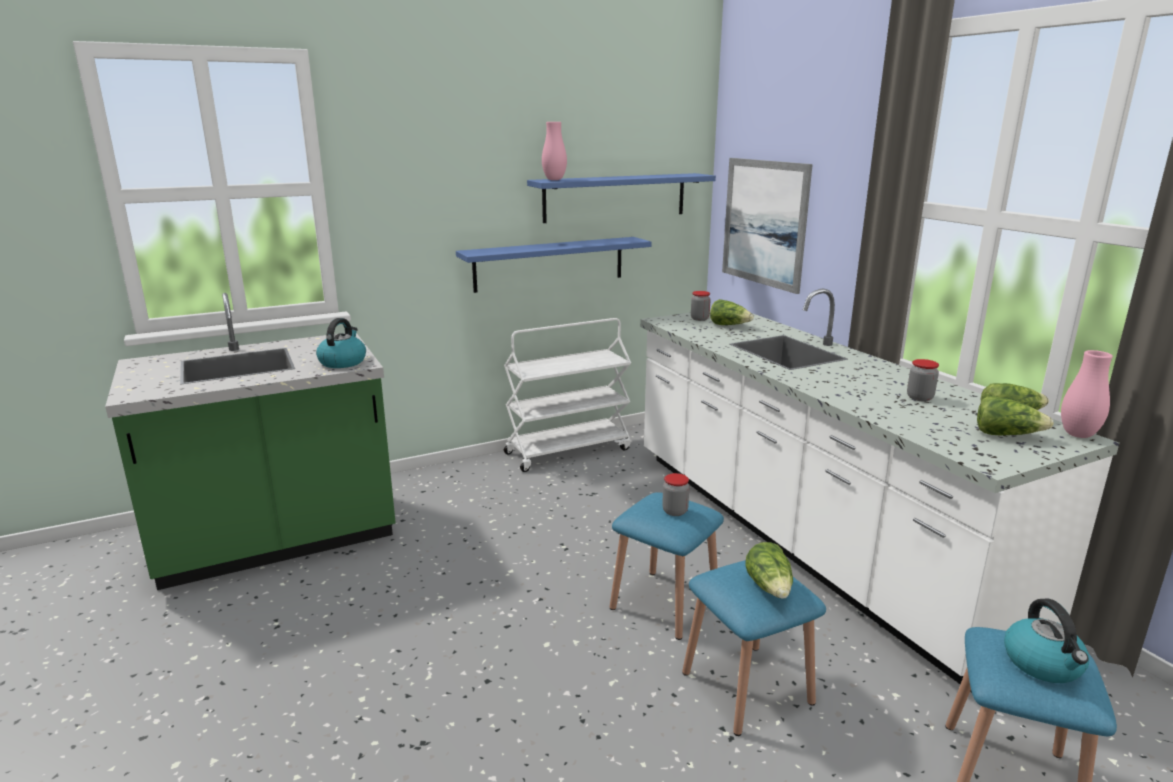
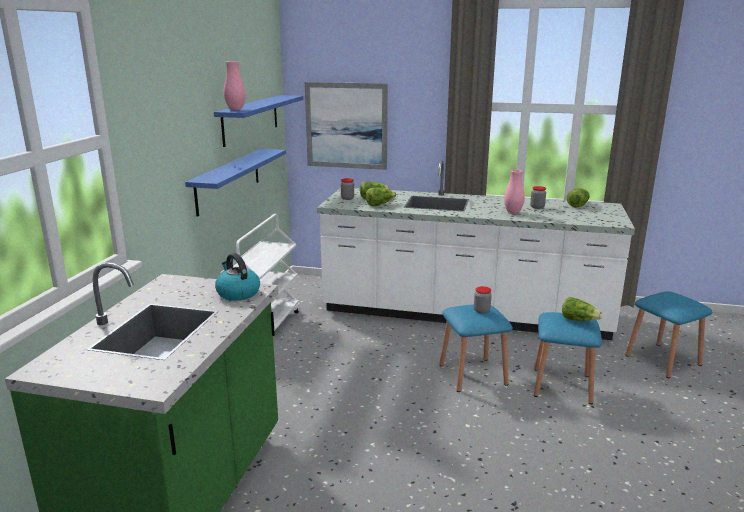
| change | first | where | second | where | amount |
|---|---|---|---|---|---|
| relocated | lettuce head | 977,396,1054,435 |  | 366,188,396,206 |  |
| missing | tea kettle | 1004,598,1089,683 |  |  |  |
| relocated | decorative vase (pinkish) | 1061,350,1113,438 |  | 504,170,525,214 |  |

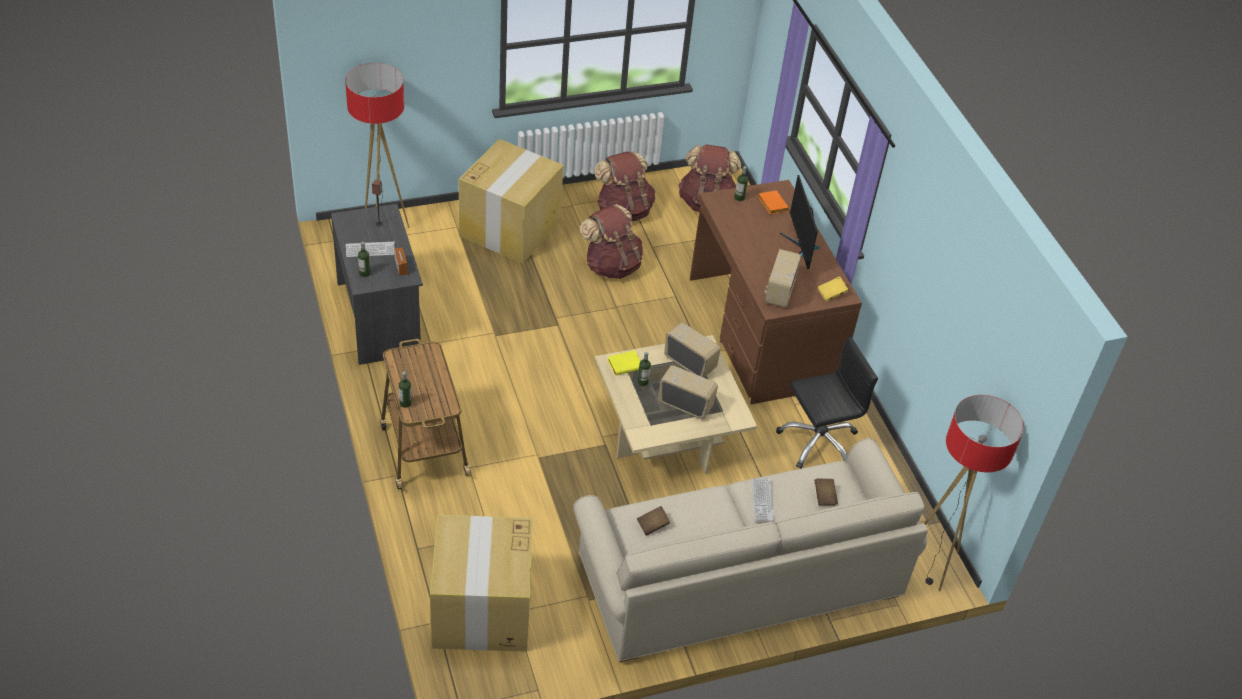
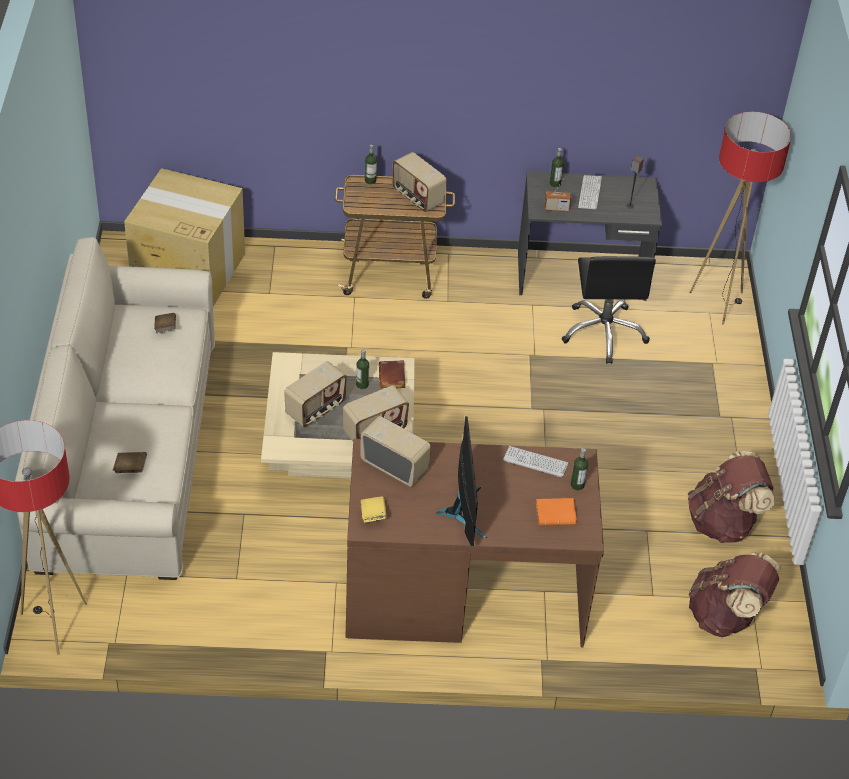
| change | first | where | second | where | amount |
|---|---|---|---|---|---|
| missing | packing box | 459,139,564,264 |  |  |  |
| missing | backpack (brown-coloured) | 580,204,643,279 |  |  |  |
| colour | book (yellow-coloured) | 608,350,640,376 | book (brown-coloured) | 379,360,405,389 |  |
| relocated | computer keyboard | 752,478,774,521 |  | 503,446,568,477 |  |
| relocated | office chair (black-coloured) | 776,336,878,469 |  | 561,256,656,364 |  |
| spun | monitor | 780,175,819,269 |  | 436,416,487,546 | 75 degrees clockwise |
| appeared |  |  | radio receiver | 392,152,447,212 |  |

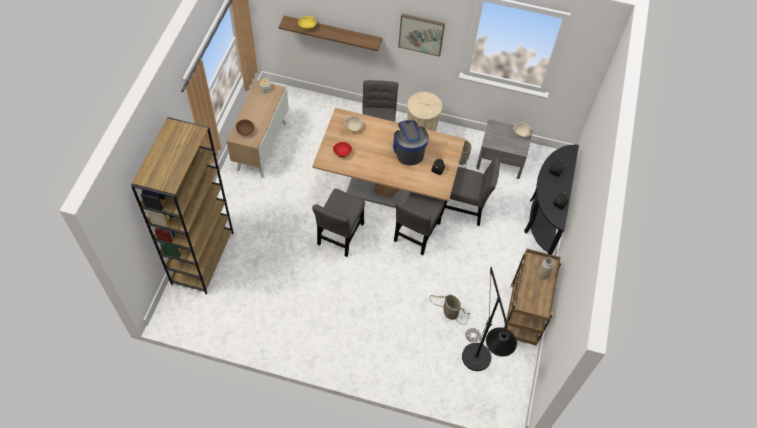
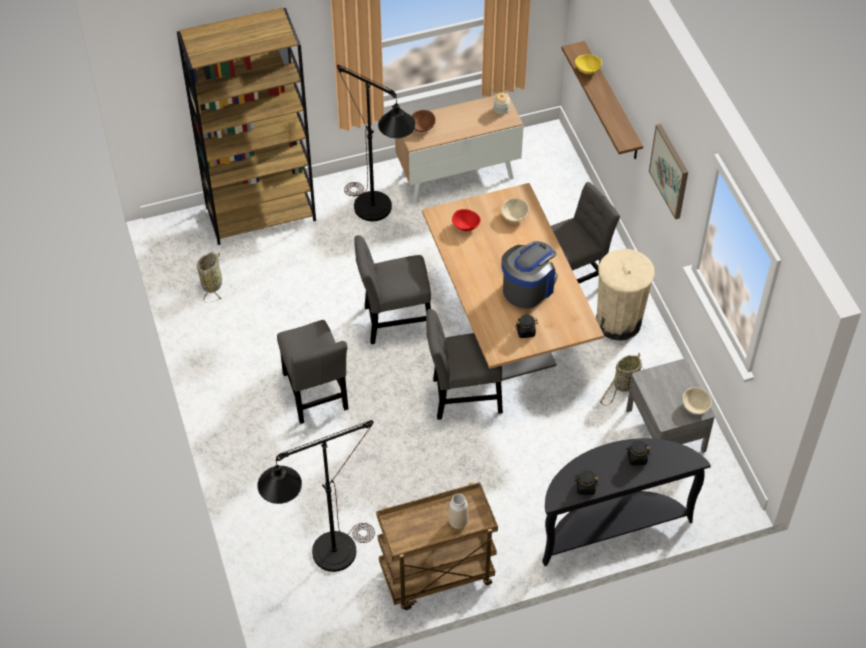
| change | first | where | second | where | amount |
|---|---|---|---|---|---|
| relocated | household basket | 430,294,470,325 |  | 197,252,222,303 |  |
| relocated | chair (greyish) | 442,157,500,226 |  | 277,320,348,424 |  |
| appeared |  |  | standard lamp (black-coloured) | 337,65,416,221 |  |

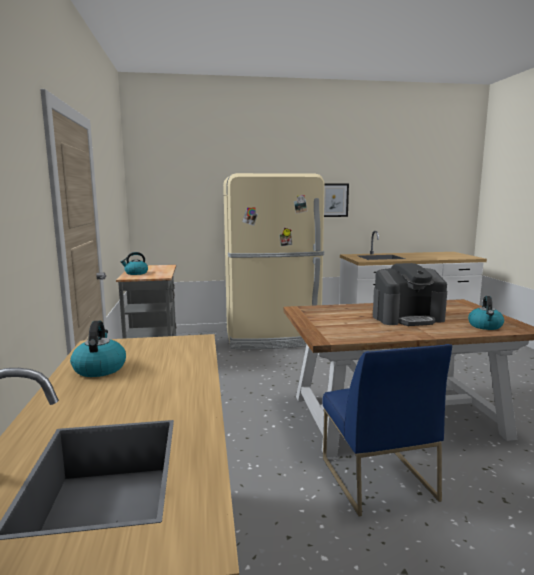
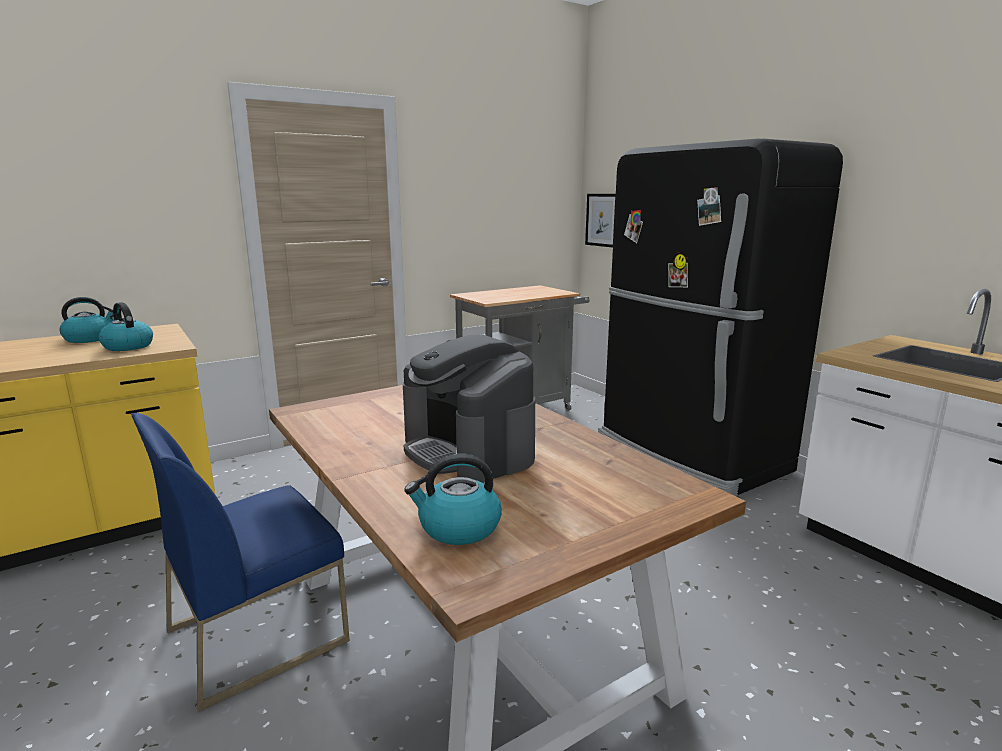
| change | first | where | second | where | amount |
|---|---|---|---|---|---|
| relocated | tea kettle | 121,252,148,275 |  | 99,302,153,351 |  |
| colour | fridge (sand-coloured) | 223,173,325,349 | fridge (black-coloured) | 598,139,843,496 |  |
| relocated | picture | 324,184,349,217 |  | 585,194,616,248 |  |

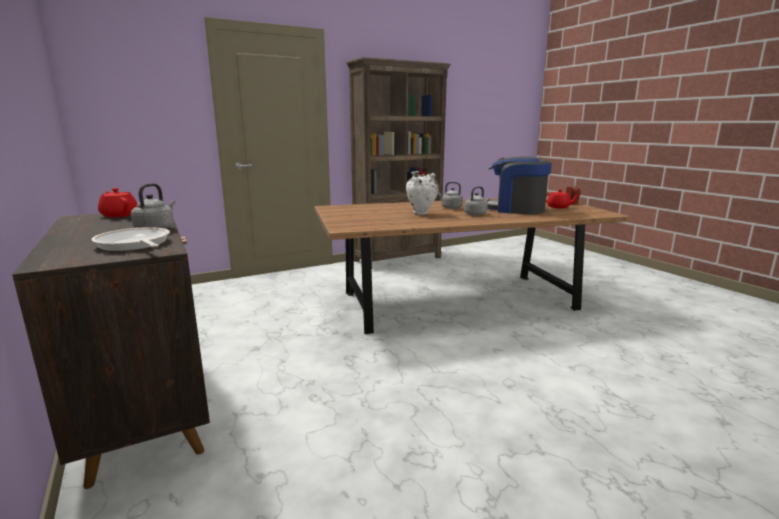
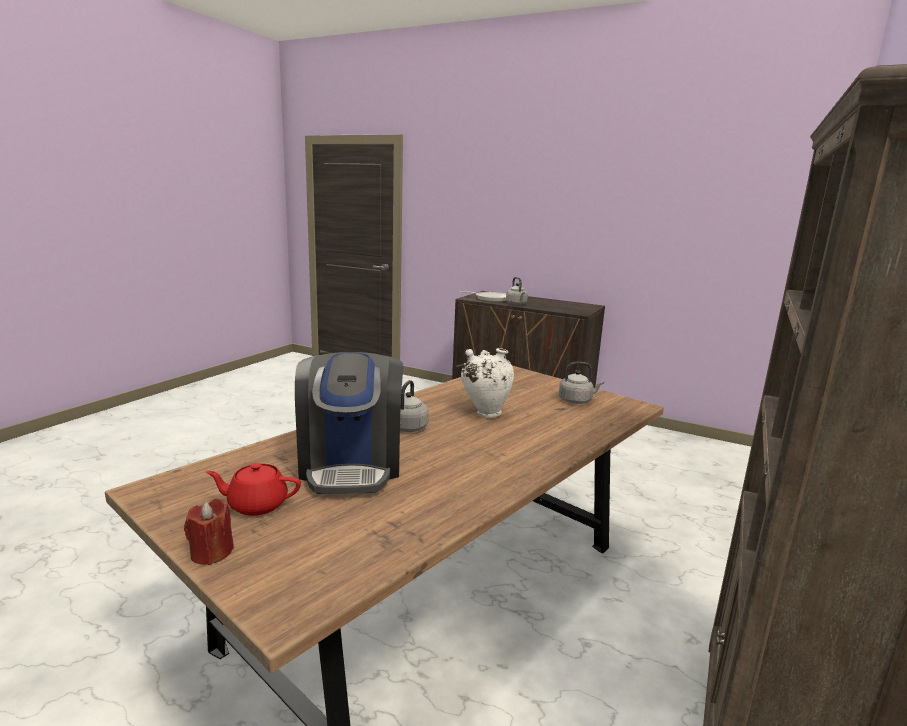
| change | first | where | second | where | amount |
|---|---|---|---|---|---|
| missing | teapot (red-coloured) | 98,188,137,217 |  |  |  |
| relocated | tea kettle (greyish) | 438,182,463,209 |  | 559,362,604,404 |  |
| spun | coffee maker | 487,157,552,214 |  | 295,352,403,494 | 90 degrees clockwise |

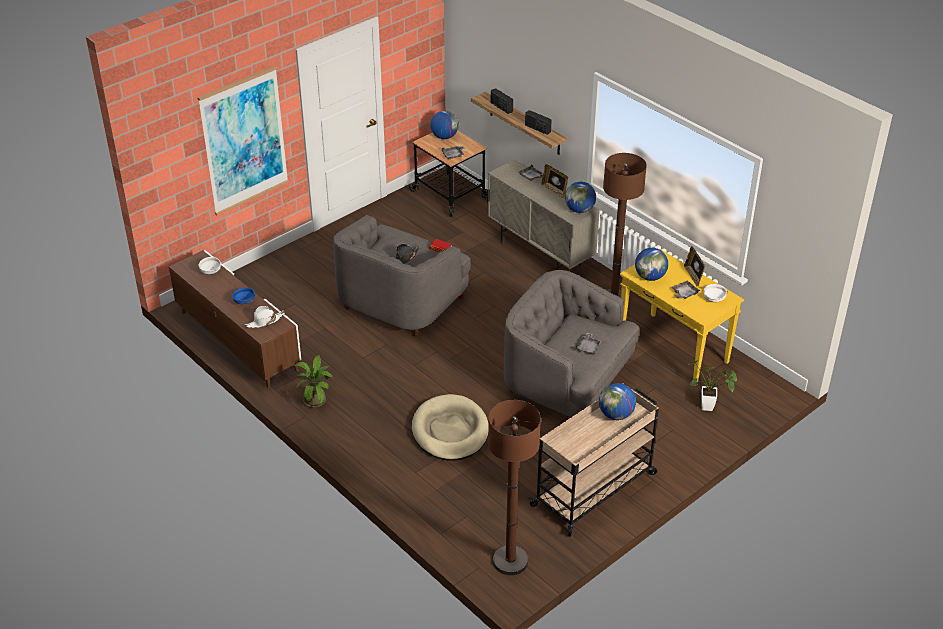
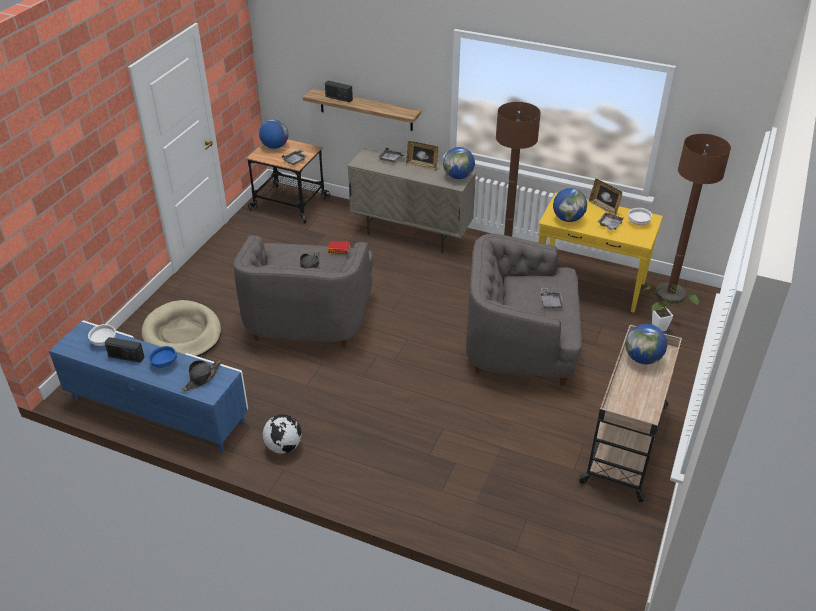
| change | first | where | second | where | amount |
|---|---|---|---|---|---|
| colour | media console (brown-coloured) | 169,250,301,388 | media console (blue) | 49,320,248,452 |  |
| missing | picture | 197,66,289,216 |  |  |  |
| colour | hat (whitish) | 244,306,285,328 | hat (black-coloured) | 181,359,222,391 |  |
| exchanged | potted plant | 294,355,333,408 | world globe | 263,414,302,454 |  |
| relocated | dog cushion (sand-coloured) | 412,394,489,461 |  | 142,300,221,357 |  |
| relocated | standard lamp (brown-coloured) | 488,400,541,575 |  | 656,134,731,304 |  |
| relocated | radio receiver | 525,110,552,135 |  | 104,337,144,363 |  |

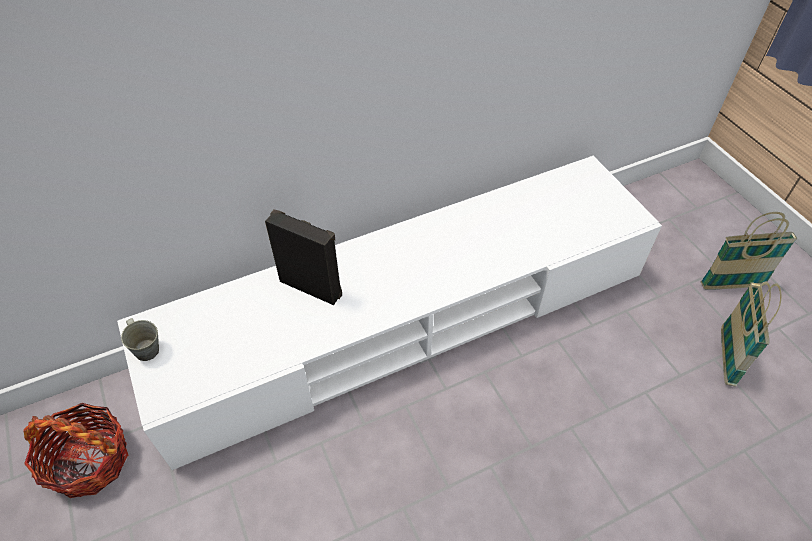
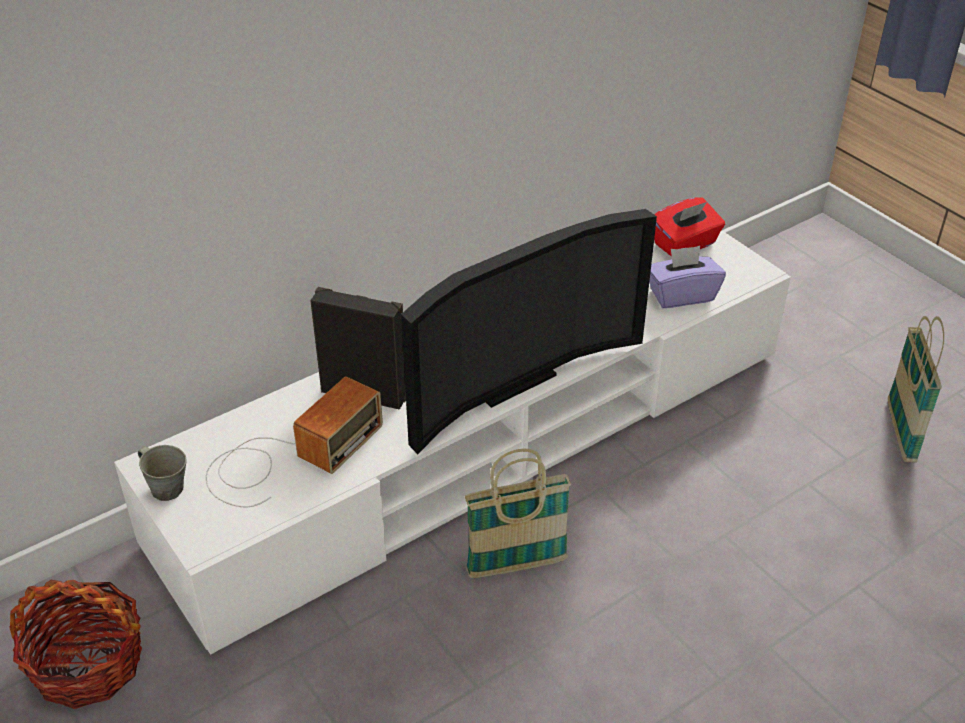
| change | first | where | second | where | amount |
|---|---|---|---|---|---|
| relocated | household basket | 701,212,797,290 |  | 465,449,571,578 |  |
| appeared |  |  | radio receiver | 206,376,383,508 |  |
| appeared |  |  | TV | 401,209,657,454 |  |
| appeared |  |  | box of tissues (purplish) | 649,246,726,308 |  |
| appeared |  |  | box of tissues (red-coloured) | 654,197,725,257 |  |

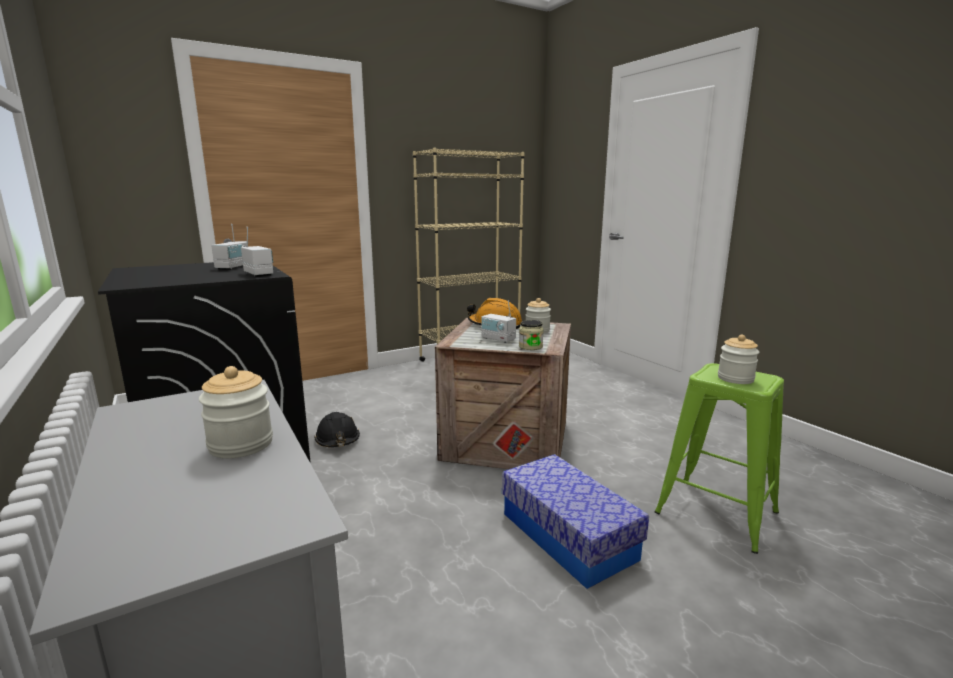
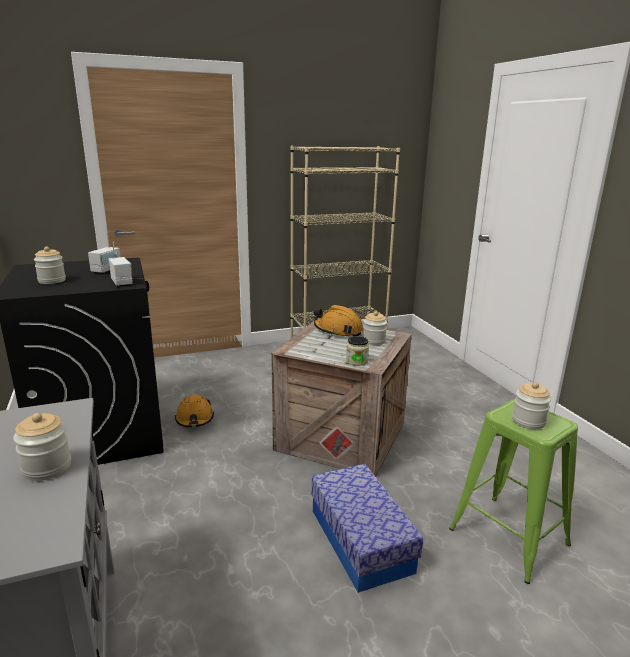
| change | first | where | second | where | amount |
|---|---|---|---|---|---|
| colour | safety helmet (black-coloured) | 314,412,360,447 | safety helmet (orange) | 175,394,214,427 |  |
| missing | radio receiver | 481,301,516,343 |  |  |  |
| appeared |  |  | preserve jar | 34,247,66,284 |  |

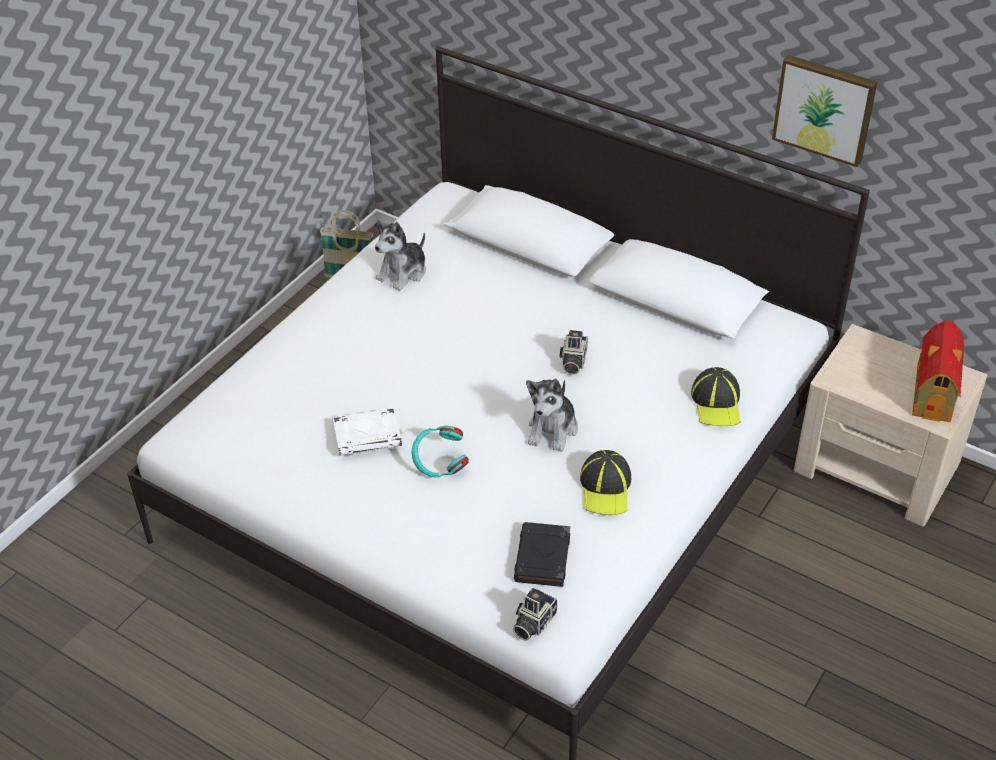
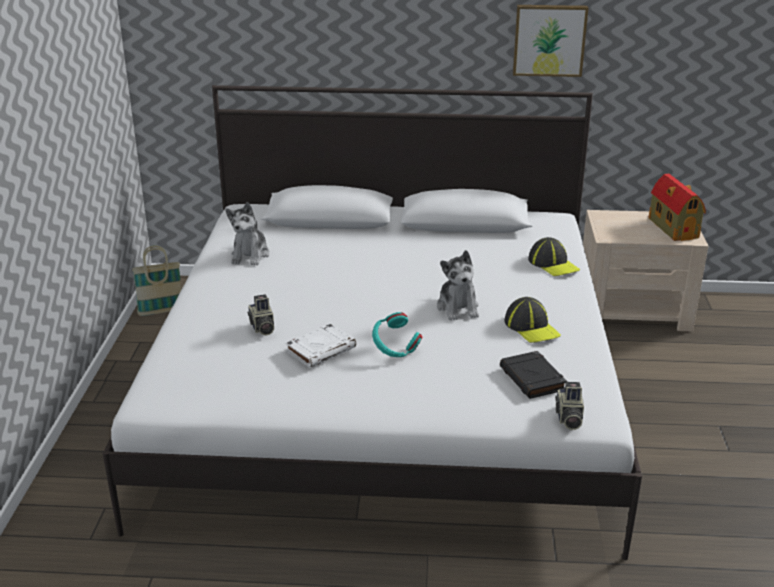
| change | first | where | second | where | amount |
|---|---|---|---|---|---|
| relocated | still camera | 559,330,588,375 |  | 247,294,274,335 |  |

